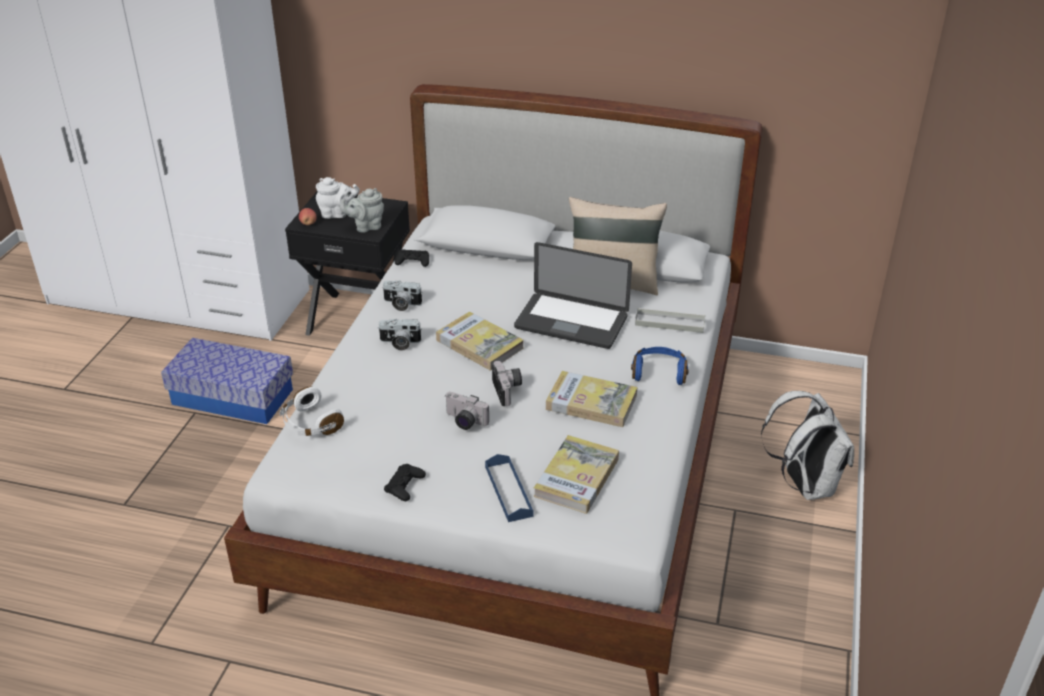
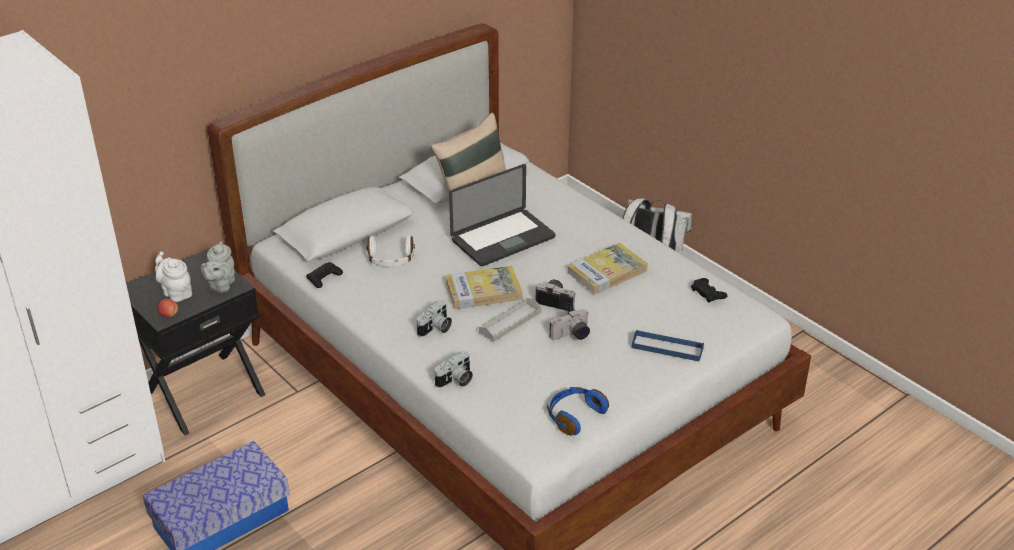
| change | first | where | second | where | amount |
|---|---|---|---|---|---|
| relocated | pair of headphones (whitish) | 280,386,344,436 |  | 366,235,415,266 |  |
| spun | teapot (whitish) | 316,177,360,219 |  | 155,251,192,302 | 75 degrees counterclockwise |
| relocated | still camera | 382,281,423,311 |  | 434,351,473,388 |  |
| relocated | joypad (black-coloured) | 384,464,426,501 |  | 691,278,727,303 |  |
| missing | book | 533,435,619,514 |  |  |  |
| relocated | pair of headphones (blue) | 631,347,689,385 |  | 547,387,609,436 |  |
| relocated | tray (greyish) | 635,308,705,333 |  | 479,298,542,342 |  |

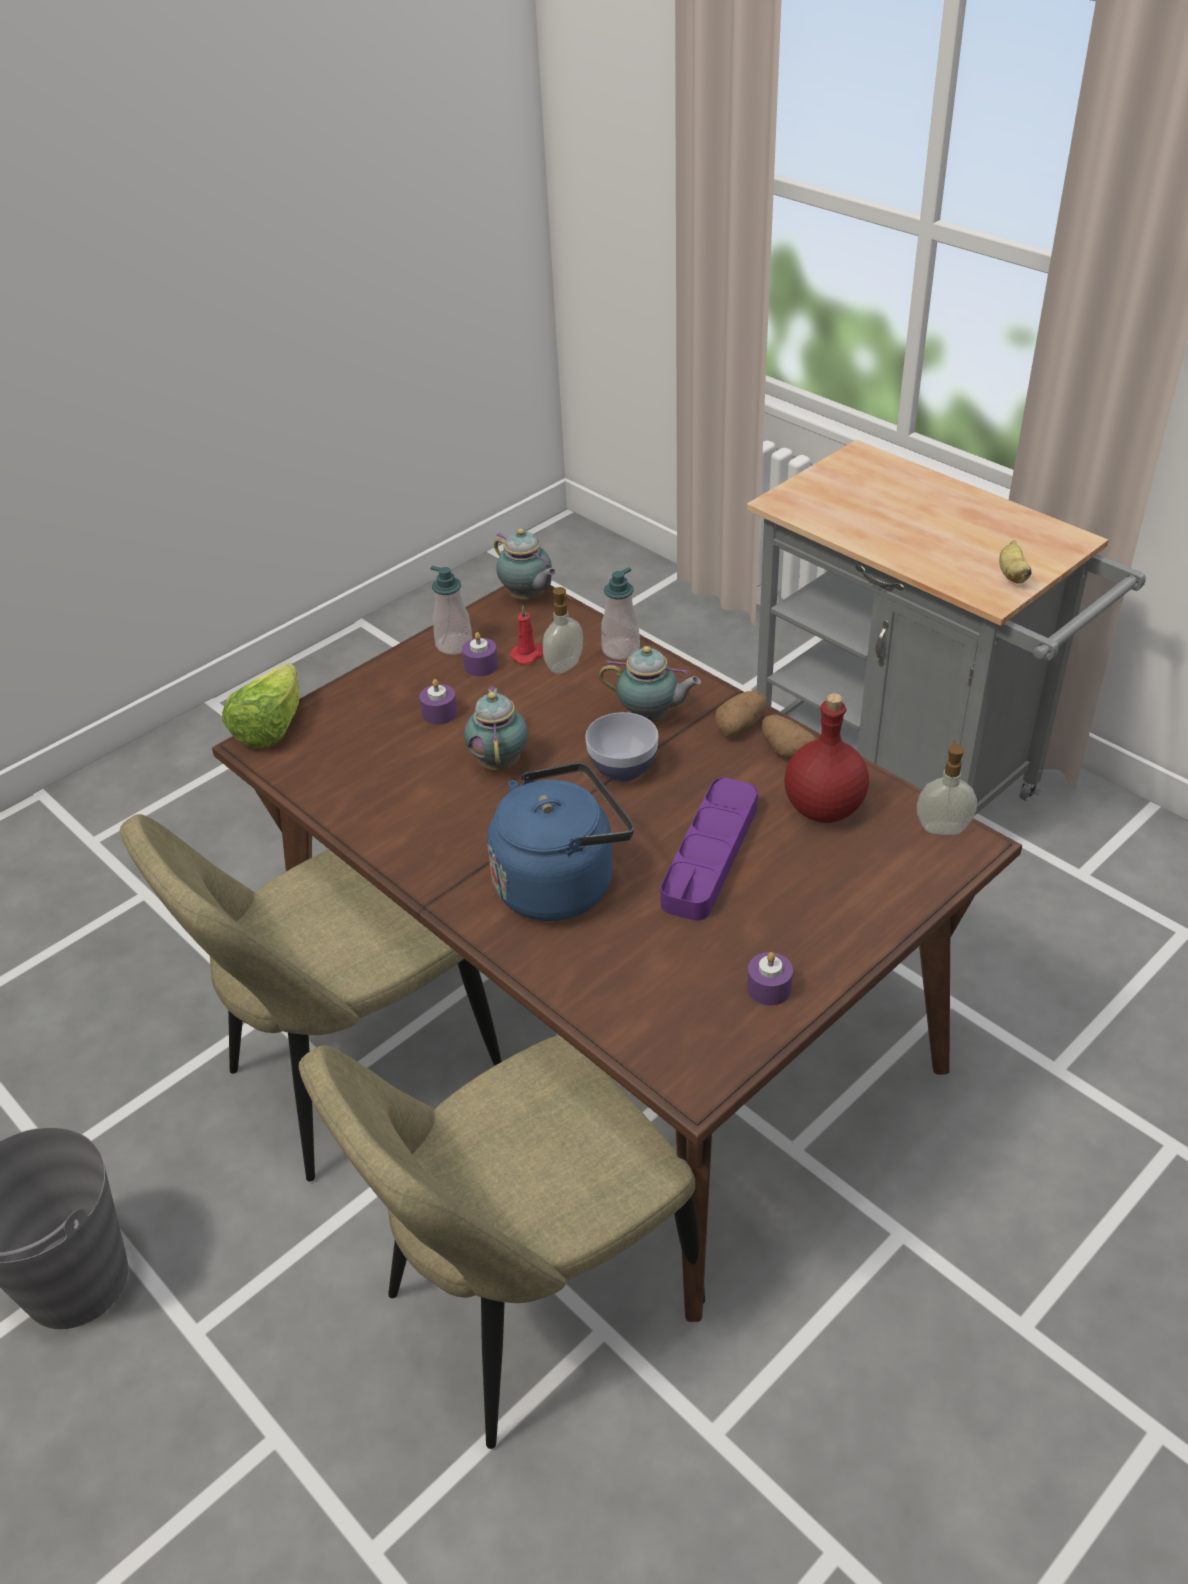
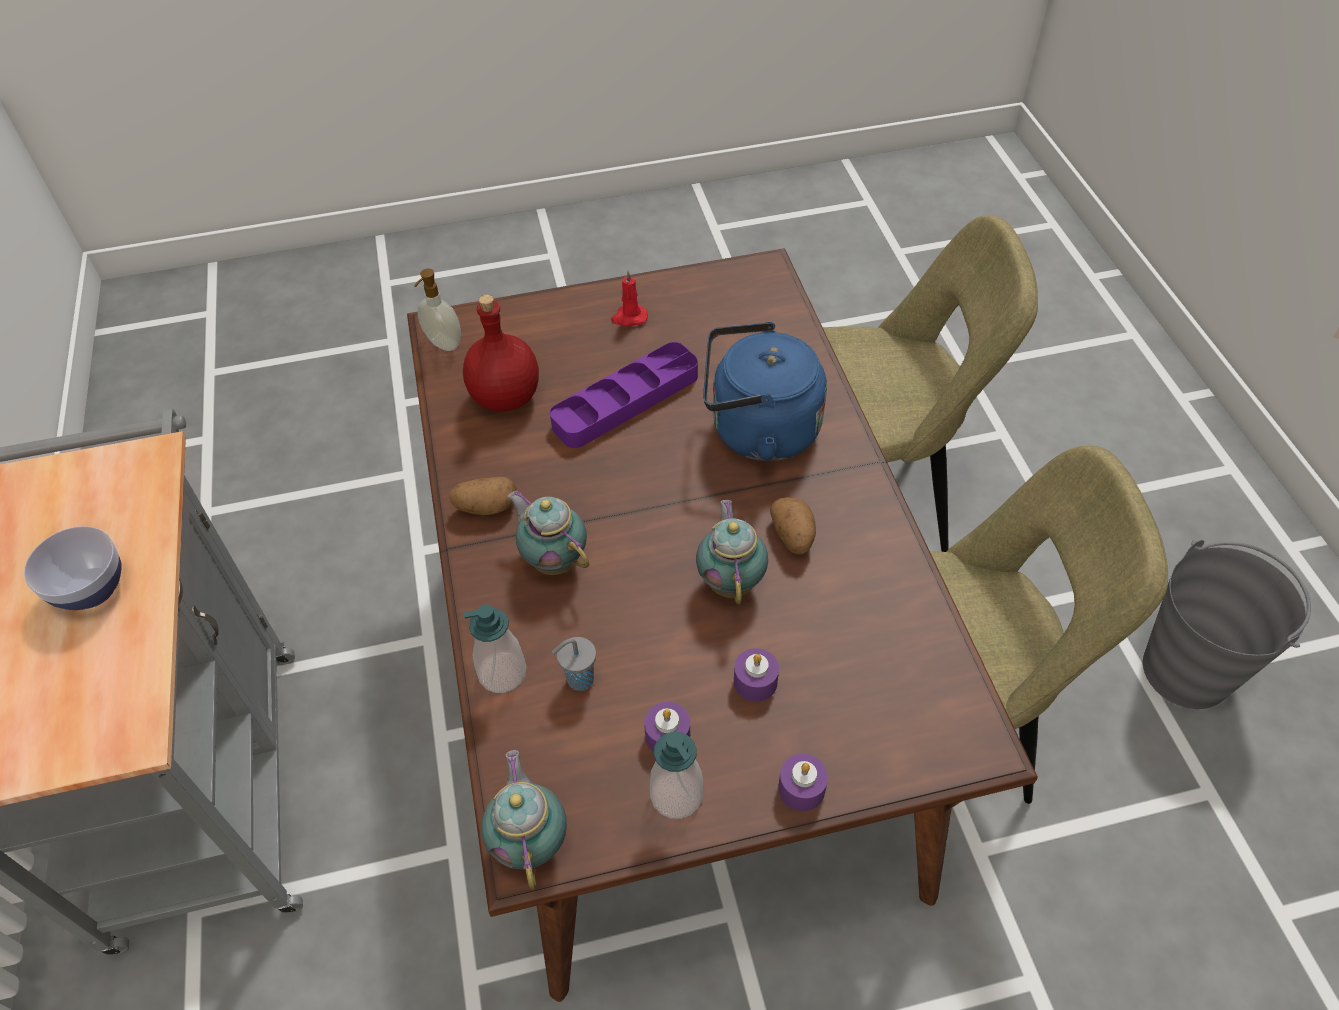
| change | first | where | second | where | amount |
|---|---|---|---|---|---|
| missing | lettuce head | 222,663,300,748 |  |  |  |
| spun | teapot | 464,686,528,770 |  | 696,500,768,604 | 150 degrees clockwise |
| relocated | wax light (red-coloured) | 510,606,543,664 |  | 611,271,648,327 |  |
| exchanged | soap dispenser | 543,587,583,674 | cup (greyish) | 551,637,596,691 |  |
| relocated | serving bowl | 585,712,658,782 |  | 24,526,121,610 |  |
| relocated | wax light (purplish) | 747,952,793,1006 |  | 778,754,828,811 |  |
| relocated | potato | 762,714,817,759 |  | 770,497,816,555 |  |
| missing | whole banana | 999,540,1032,584 |  |  |  |

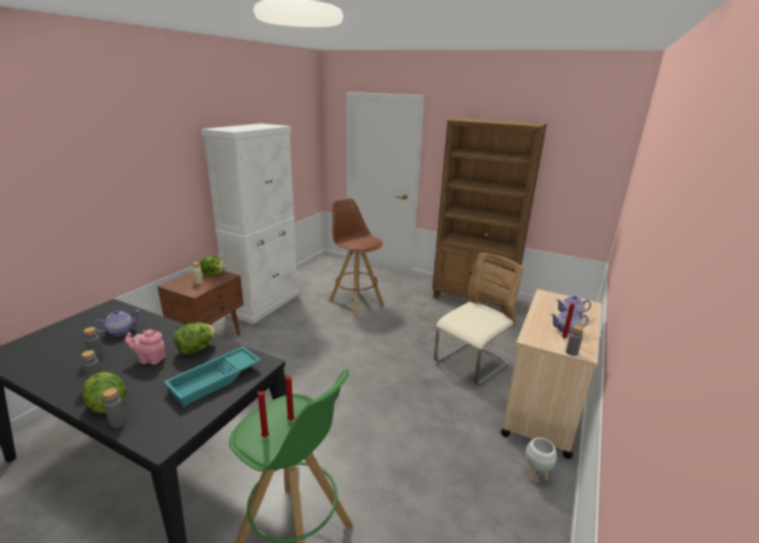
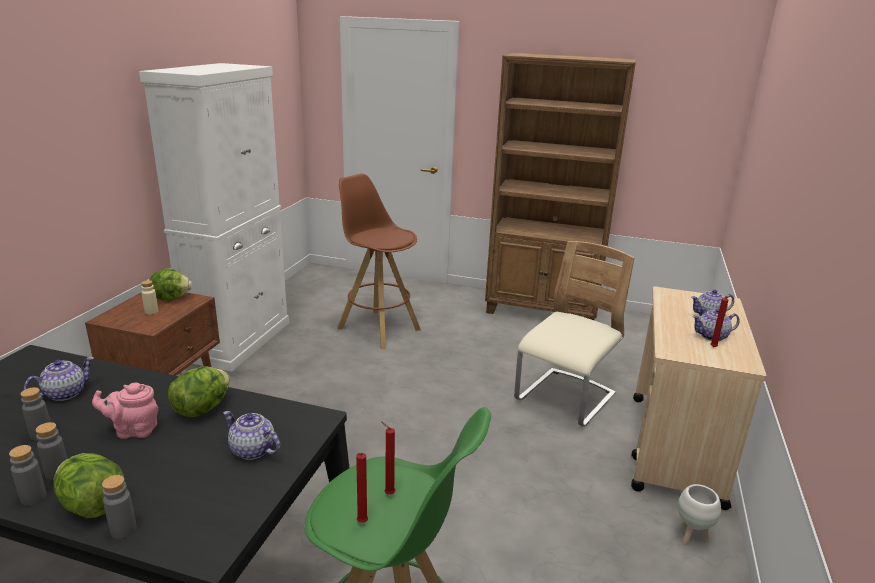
| change | first | where | second | where | amount |
|---|---|---|---|---|---|
| exchanged | tray (turquoise-coloured) | 164,346,261,407 | teapot | 223,411,280,460 |  |
| relocated | drink bottle (greyish) | 566,325,583,356 |  | 9,445,47,506 |  |

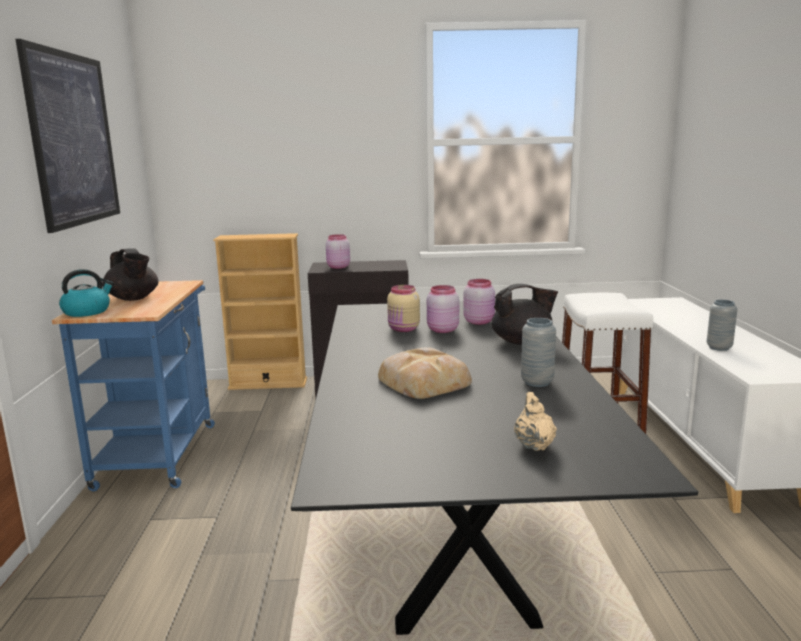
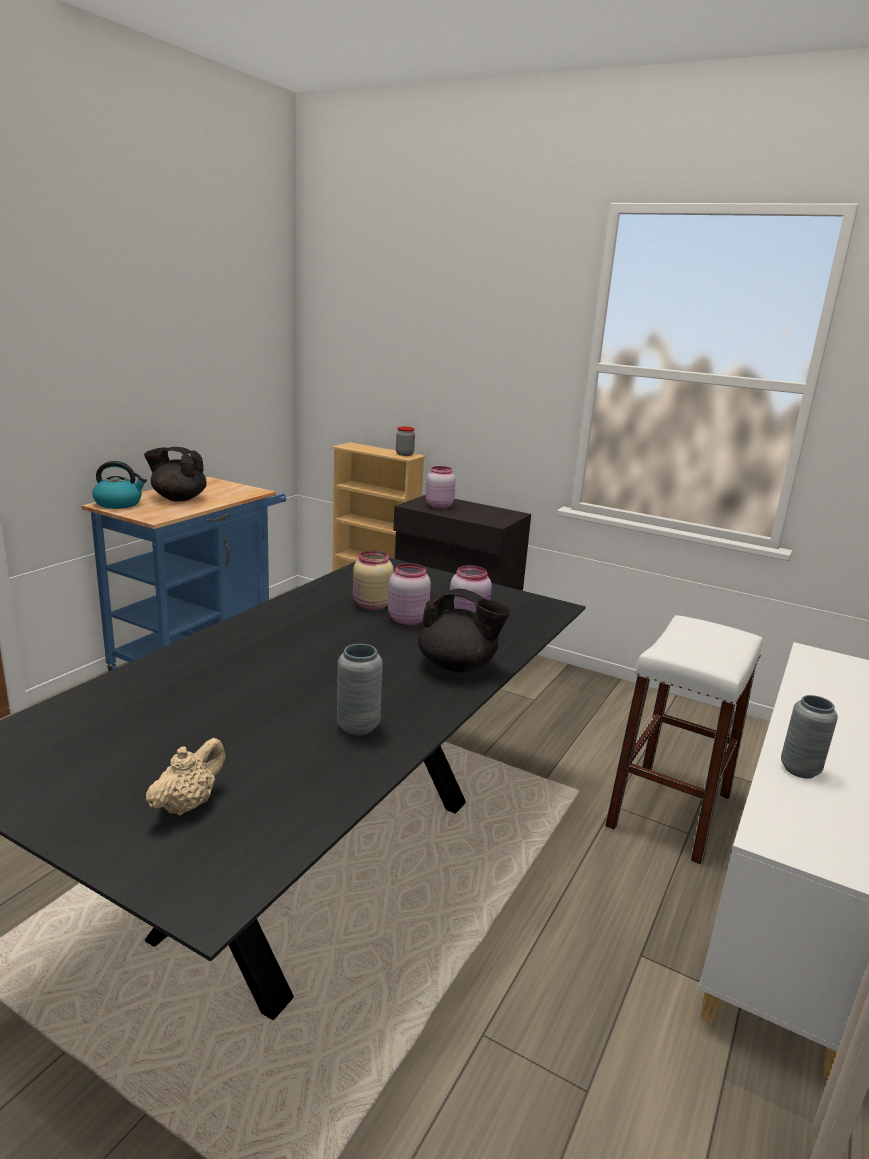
| change | first | where | second | where | amount |
|---|---|---|---|---|---|
| missing | picture | 15,39,120,233 |  |  |  |
| spun | teapot (black-coloured) | 102,248,159,301 |  | 144,447,207,502 | 105 degrees clockwise |
| missing | bakery bread | 378,347,472,399 |  |  |  |
| appeared |  |  | preserve jar | 396,427,415,456 |  |

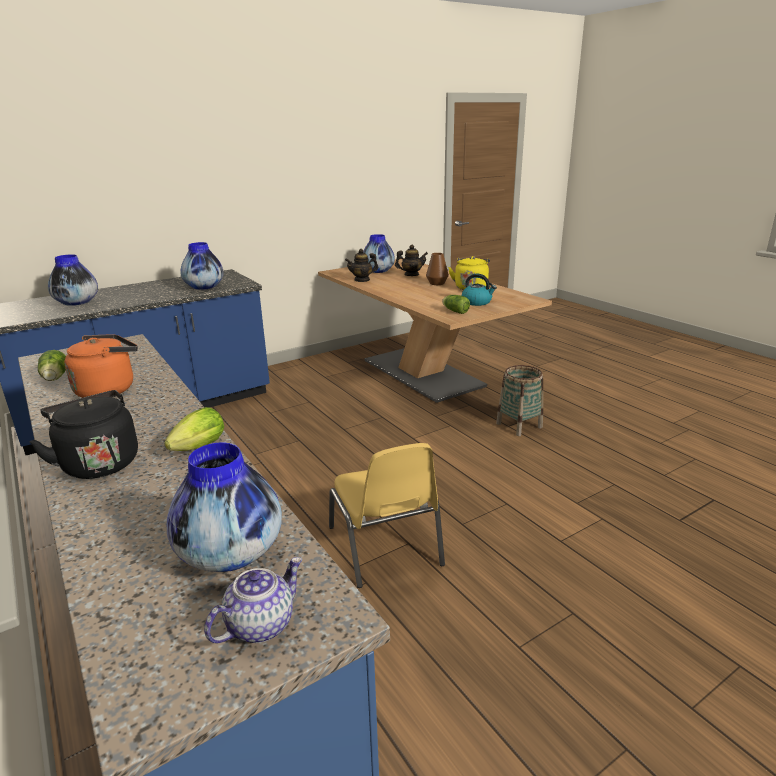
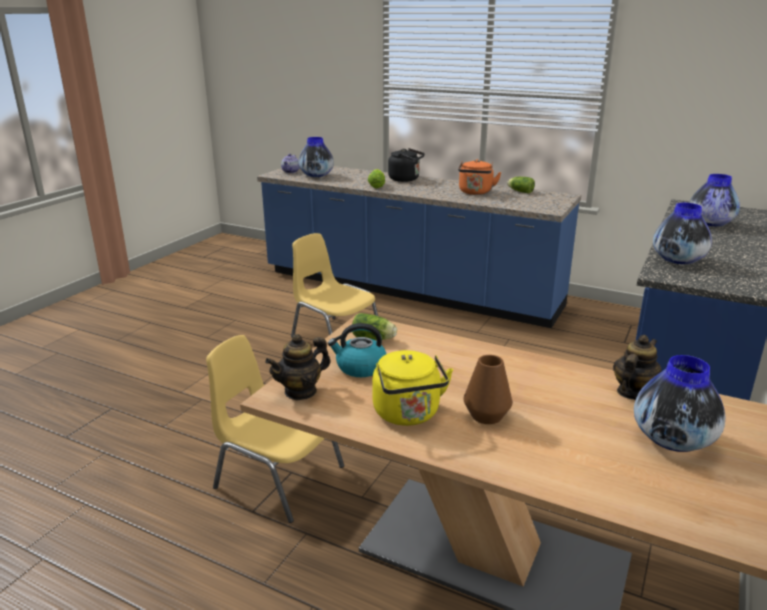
| change | first | where | second | where | amount |
|---|---|---|---|---|---|
| relocated | teapot | 395,245,428,276 |  | 265,334,330,401 |  |
| exchanged | household basket | 496,365,543,436 | chair (yellow-coloured) | 206,335,344,523 |  |

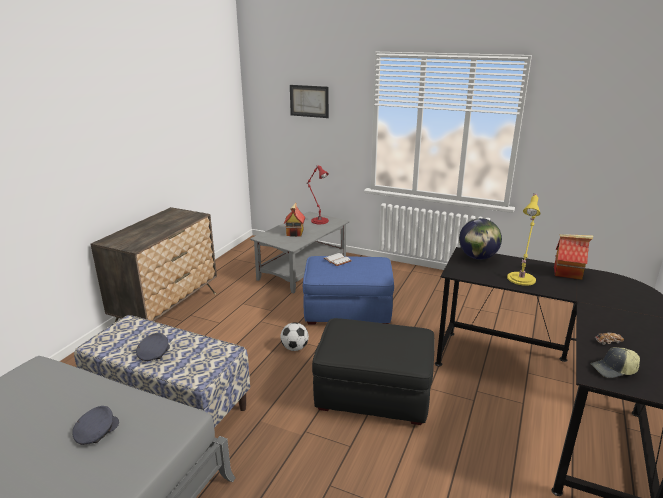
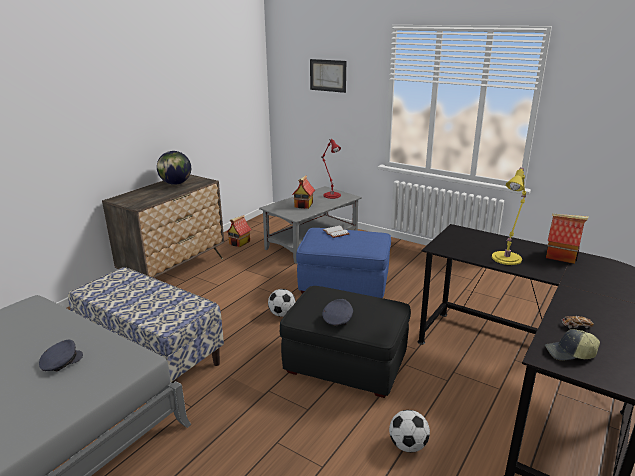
| change | first | where | second | where | amount |
|---|---|---|---|---|---|
| relocated | cap (greyish) | 136,333,170,361 |  | 322,299,353,326 |  |
| relocated | world globe | 459,218,502,260 |  | 157,151,191,185 |  |
| appeared |  |  | miniature house | 227,215,251,247 |  |
| appeared |  |  | ball for football | 389,410,430,452 |  |

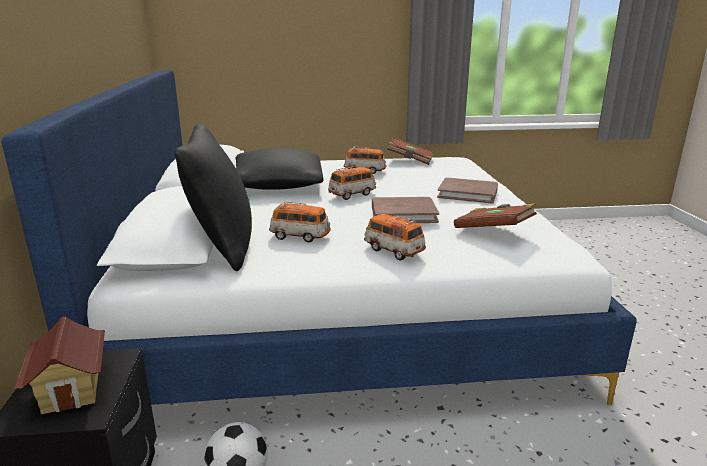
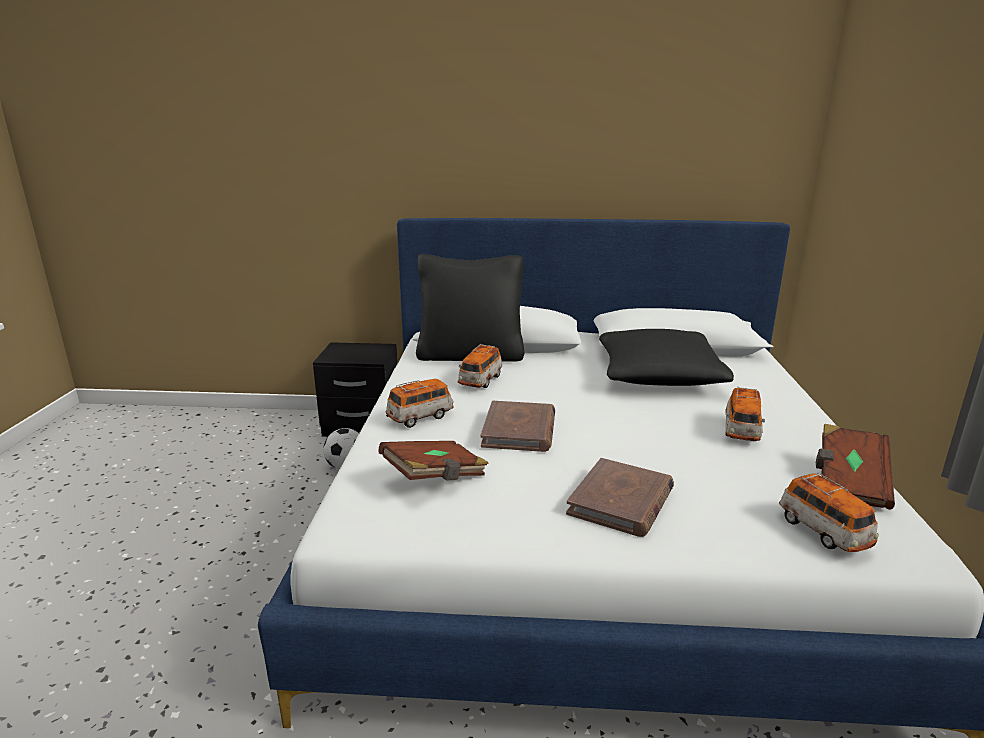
| change | first | where | second | where | amount |
|---|---|---|---|---|---|
| missing | miniature house | 15,317,105,414 |  |  |  |
| relocated | miniature car | 328,167,376,200 |  | 779,473,879,552 |  |

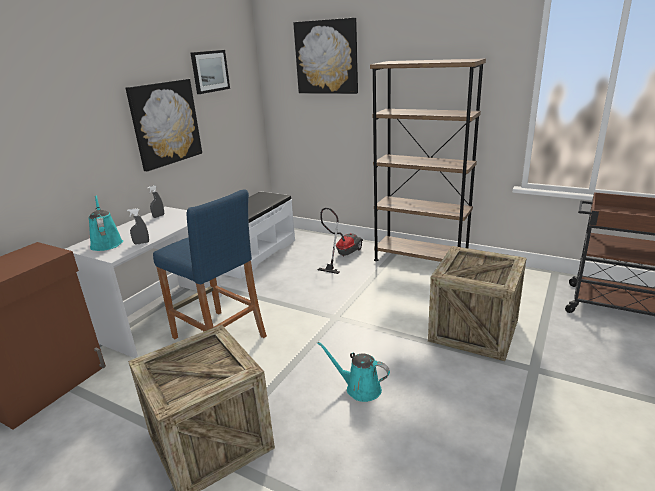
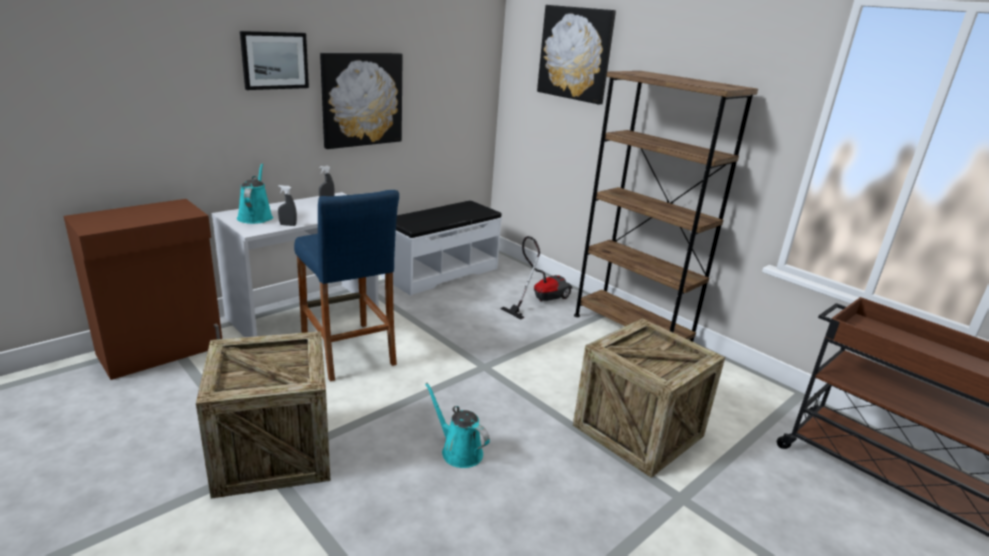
| change | first | where | second | where | amount |
|---|---|---|---|---|---|
| relocated | picture | 191,50,230,94 |  | 240,31,309,90 |  |

